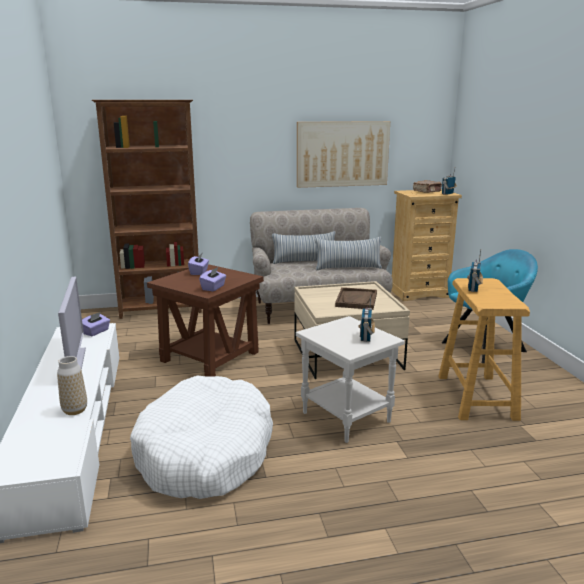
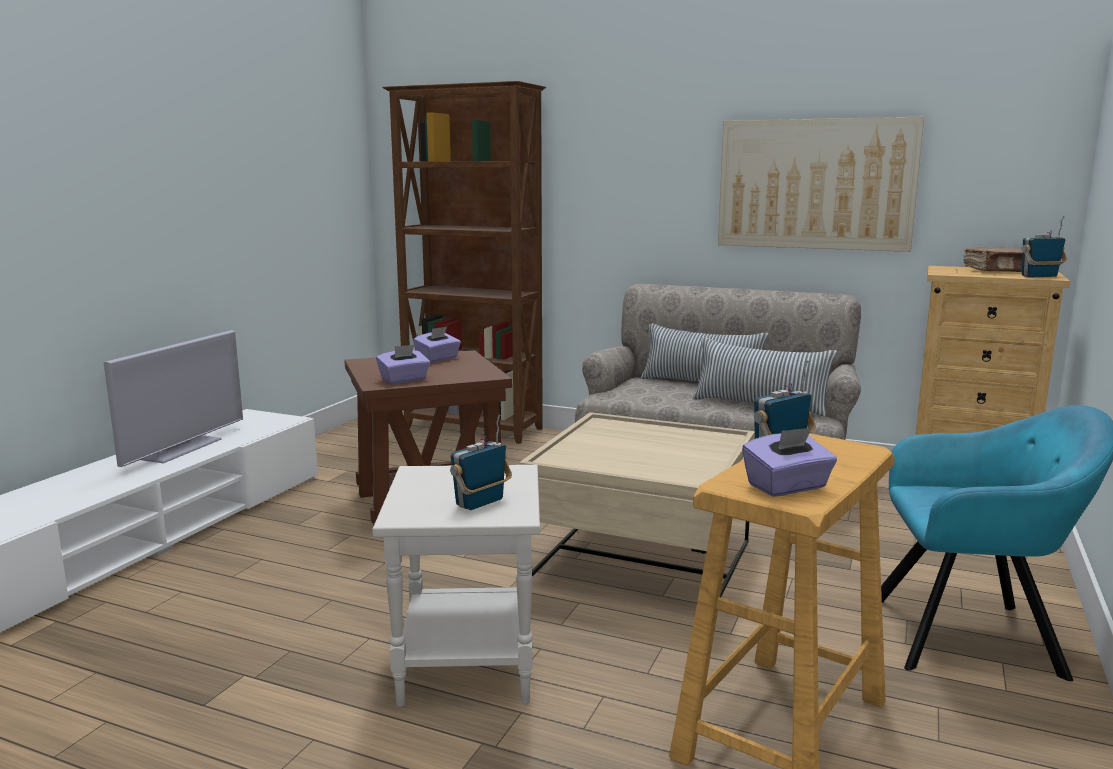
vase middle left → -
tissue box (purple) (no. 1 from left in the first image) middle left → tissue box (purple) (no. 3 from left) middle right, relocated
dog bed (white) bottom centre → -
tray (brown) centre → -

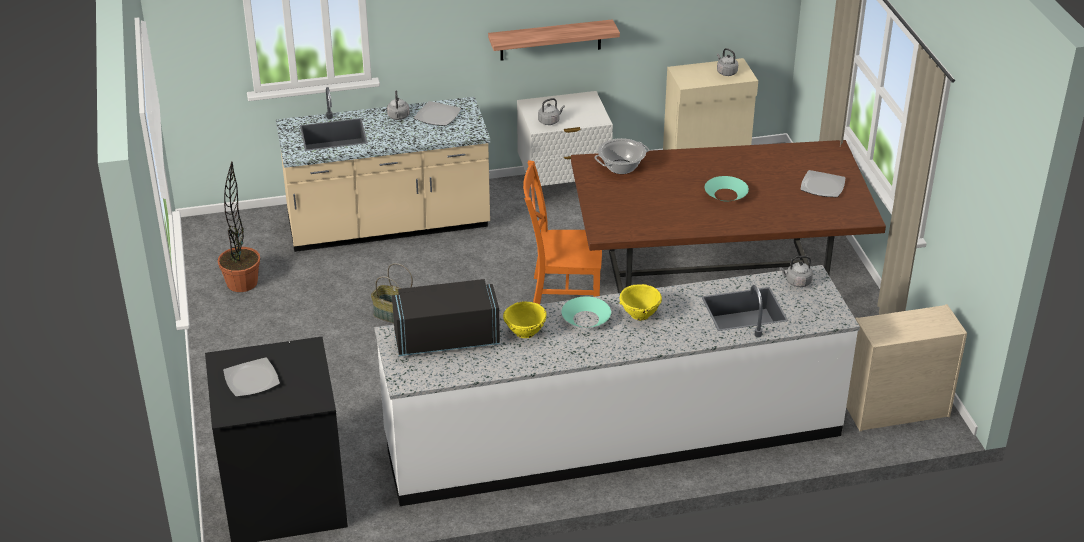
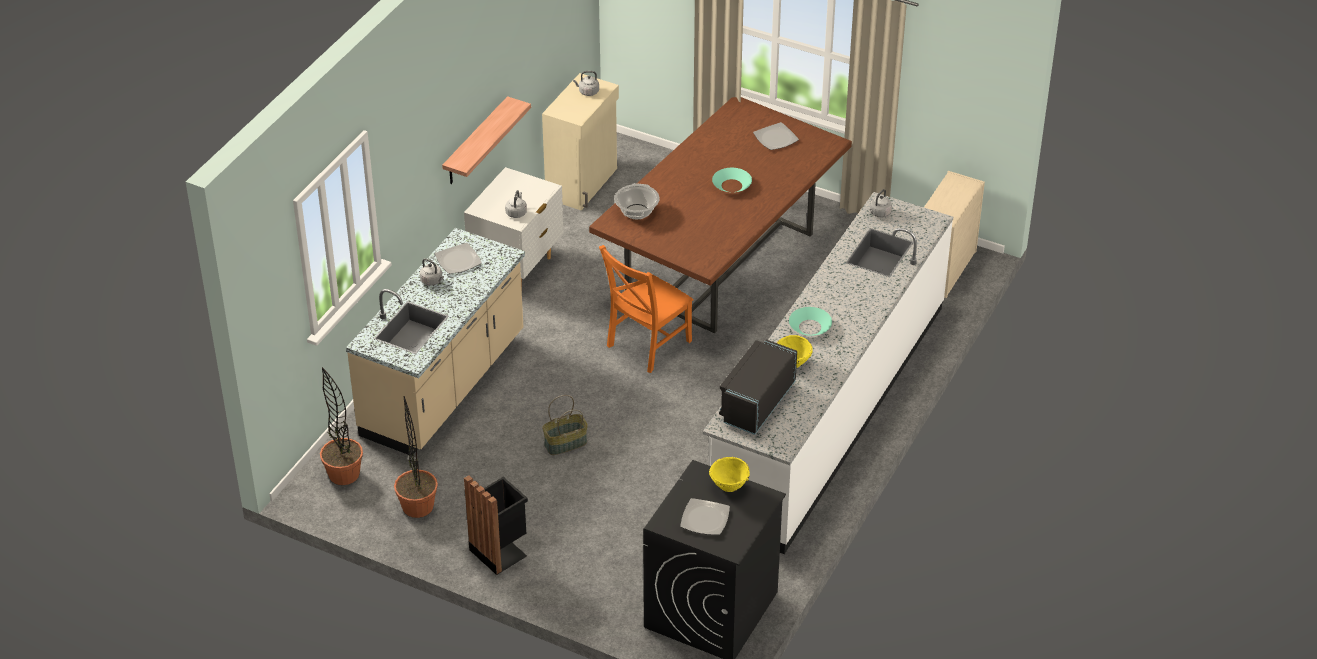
bowl (yellow) (no. 2 from left in the first image) centre → bowl (yellow) (no. 1 from left) bottom centre, relocated
- → potted plant (no. 1 from left) middle left
- → trash can (black) bottom centre

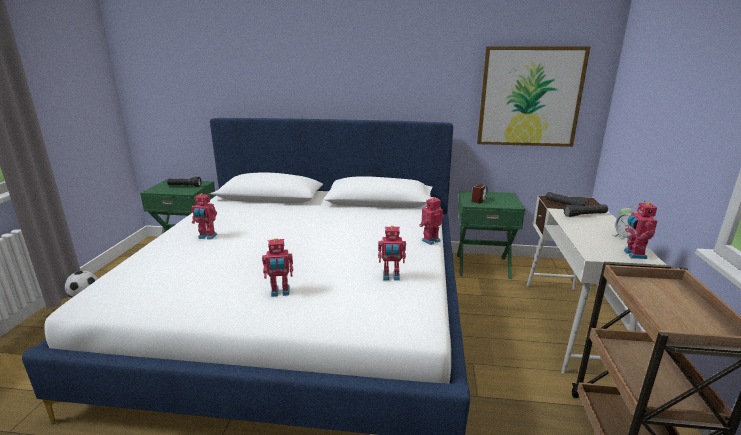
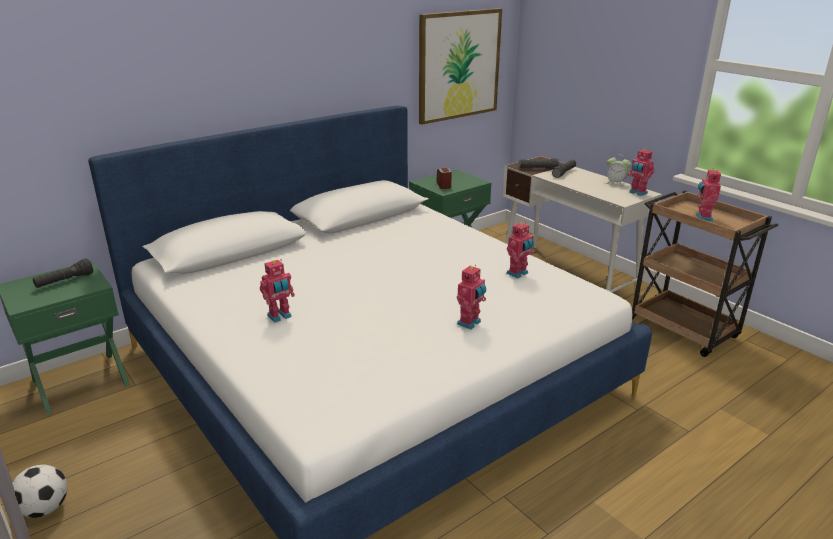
toy robot (no. 4 from left in the first image) centre → toy robot (no. 5 from left) middle right, relocated

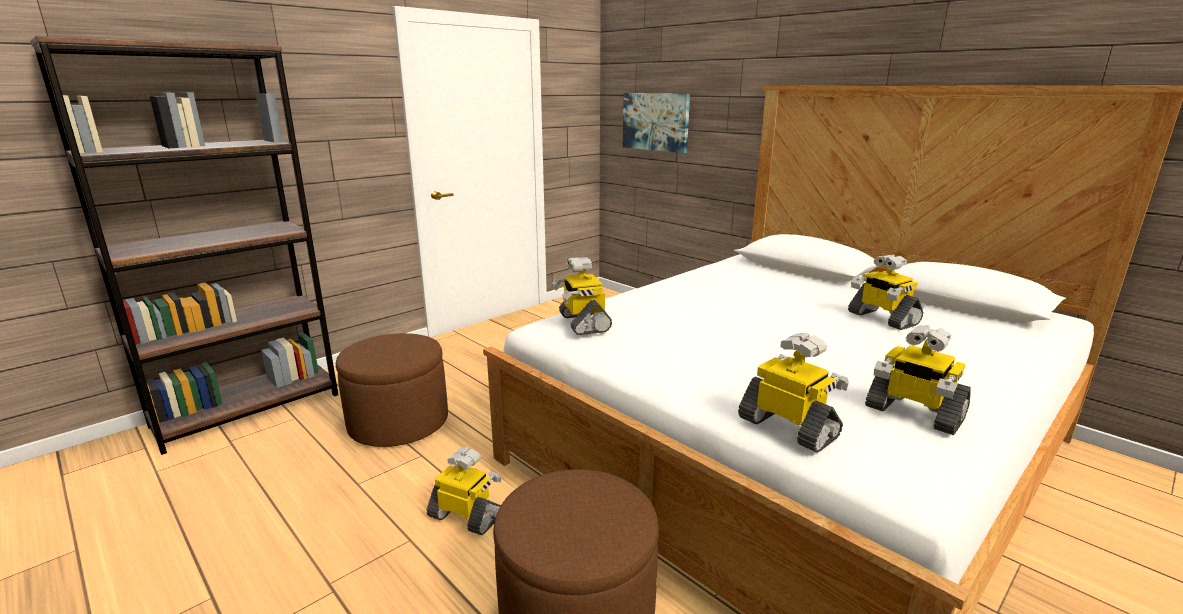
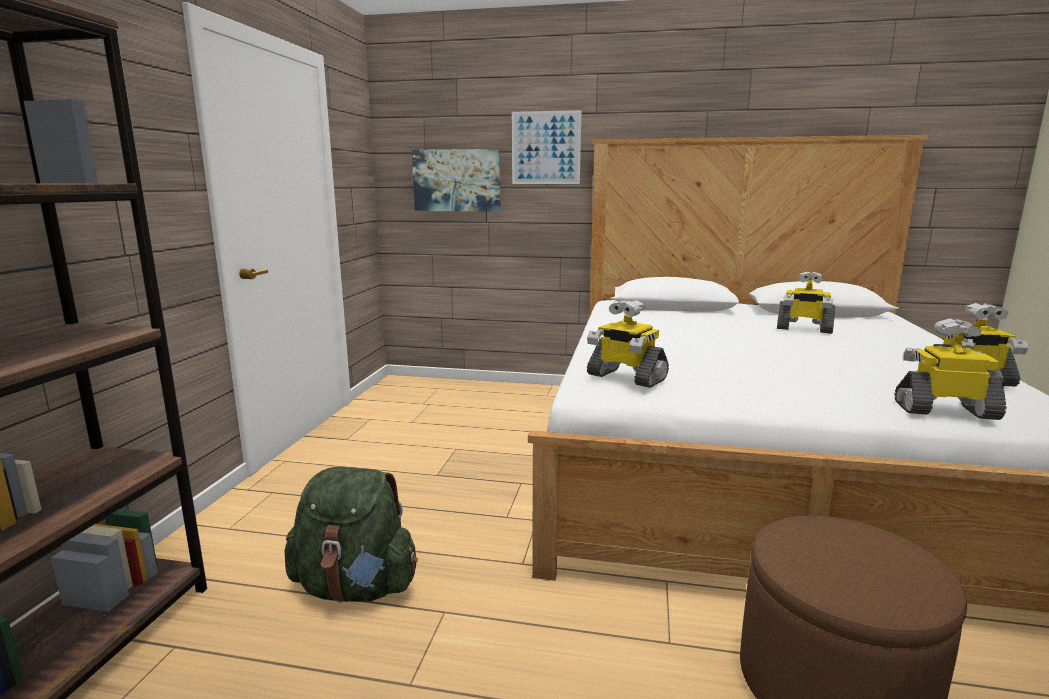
ottoman (brown) (no. 1 from left) middle left → backpack (green) bottom centre
toy robot (no. 1 from left) bottom centre → -
- → picture (no. 2 from left) top centre

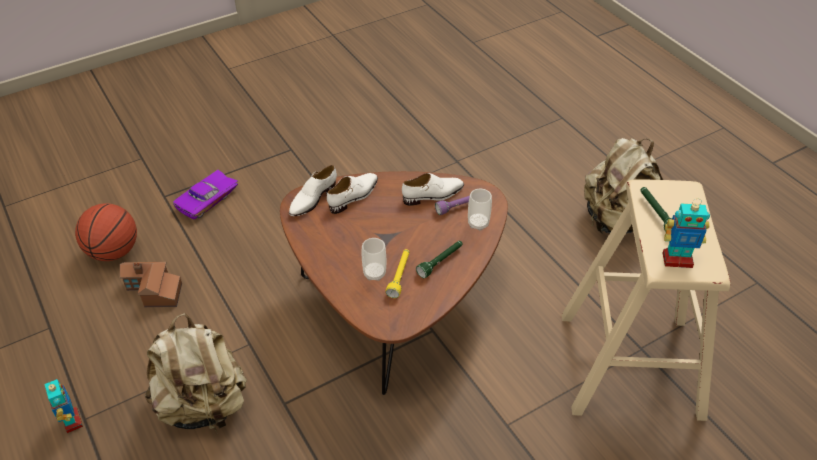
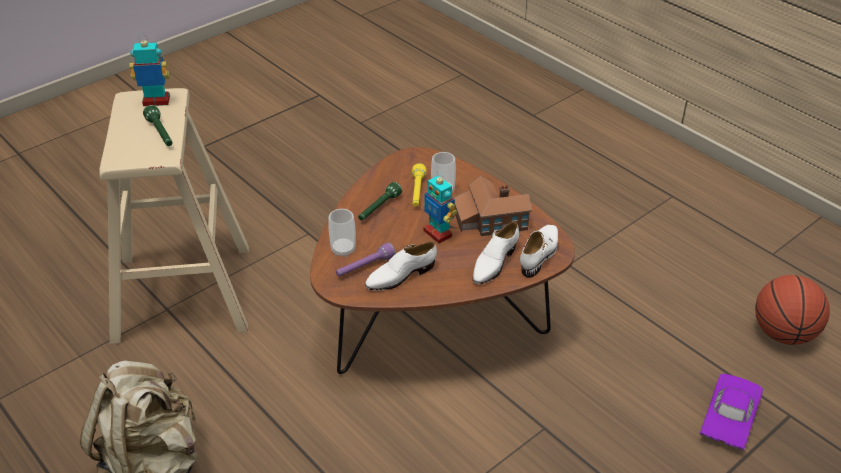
toy robot (no. 1 from left in the first image) bottom left → toy robot (no. 2 from left) centre, relocated
toy house middle left → toy house centre, relocated
backpack (beige) (no. 1 from left) bottom left → -

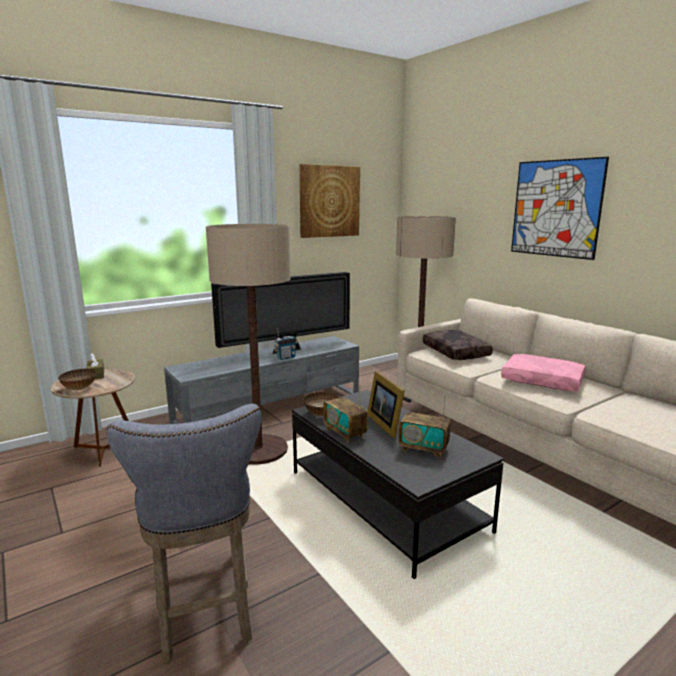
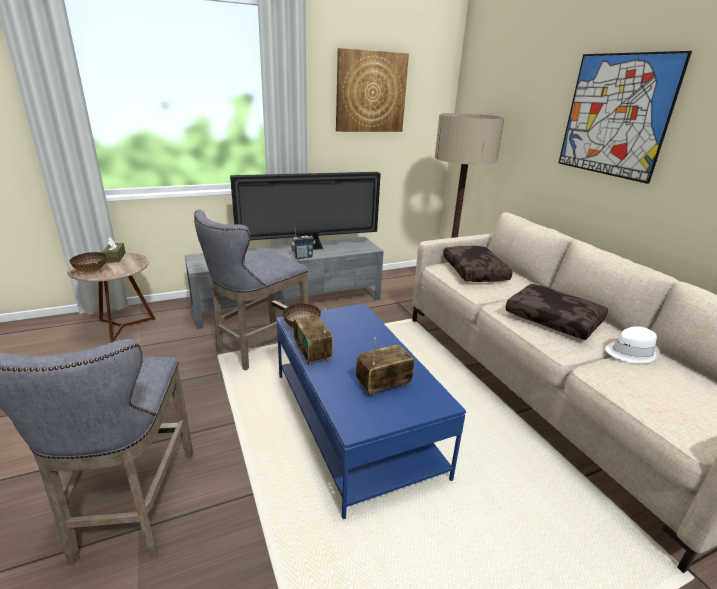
floor lamp (no. 1 from left) centre → stool (grey) (no. 2 from left) centre
coffee table (black) bottom centre → coffee table (blue) bottom centre
picture frame centre → -
radio (no. 3 from left) centre, 120 degrees clockwise
pillow (pink) middle right → pillow (brown) (no. 2 from left) middle right
- → hat (white) middle right

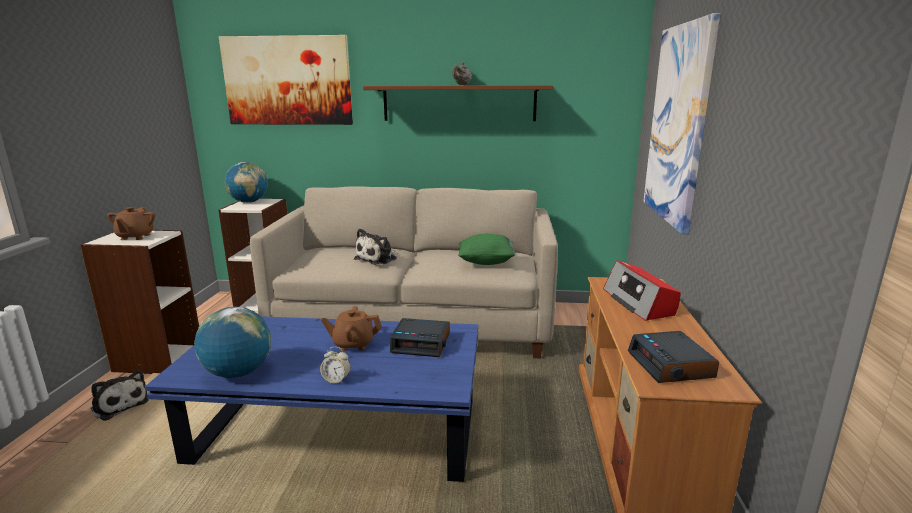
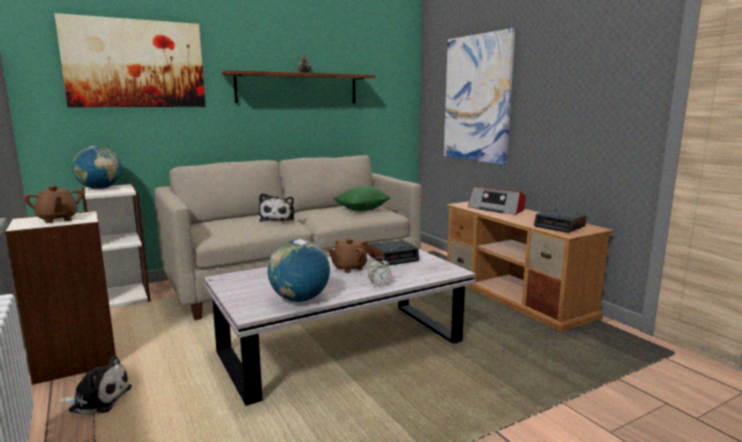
coffee table (blue) bottom centre → coffee table (white) bottom centre

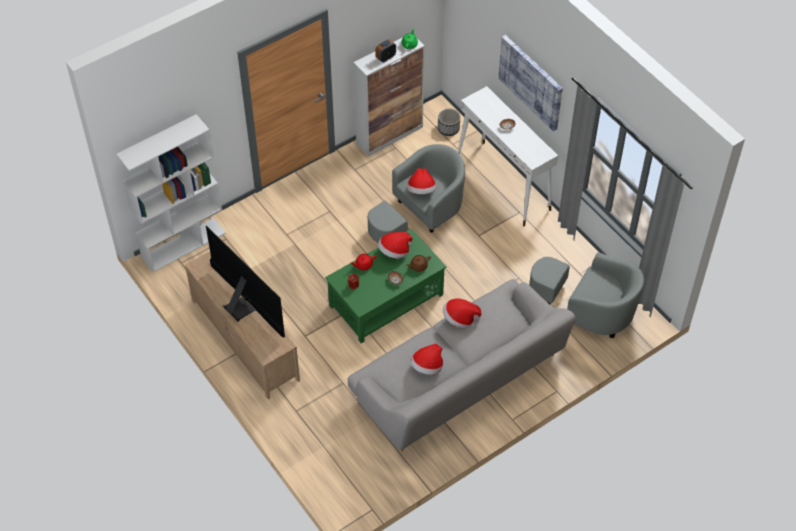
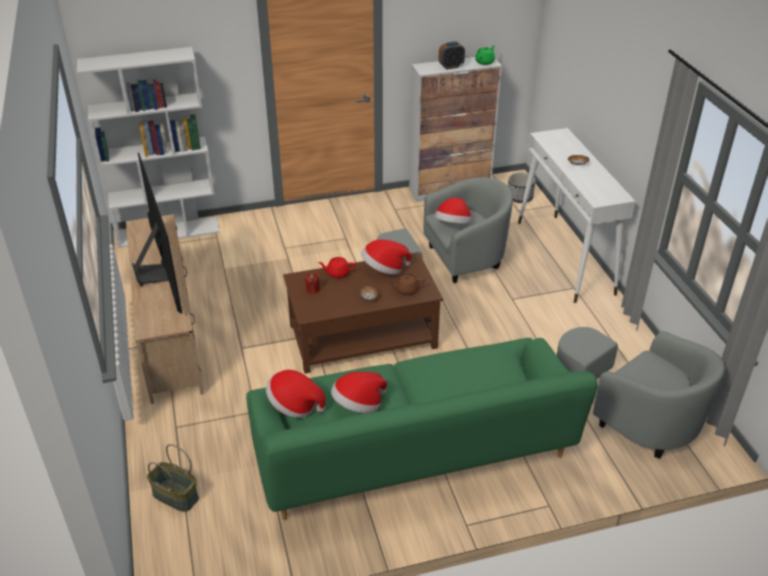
coffee table (green) centre → coffee table (brown) centre
sofa (grey) bottom centre → sofa (green) bottom centre
hat (no. 4 from left in the first image) centre → hat (no. 1 from left) bottom centre, relocated
picture top centre → -
- → basket bottom left

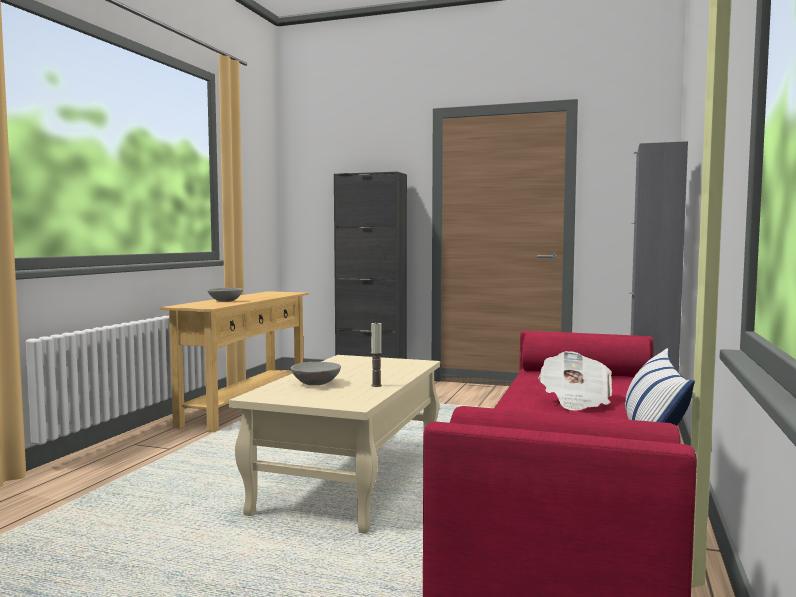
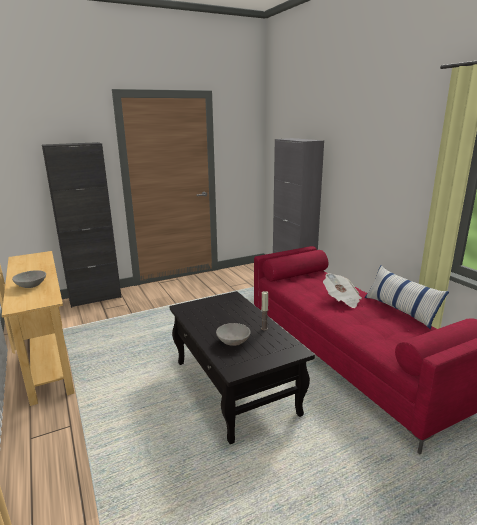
coffee table (beige) bottom centre → coffee table (black) bottom centre

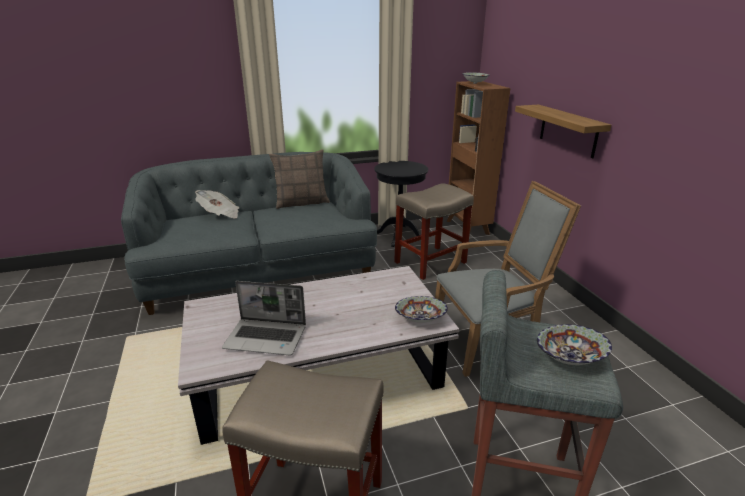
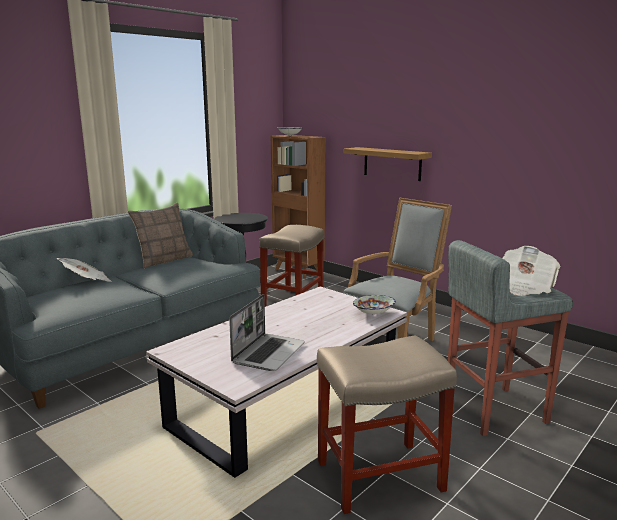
laptop centre, 45 degrees counterclockwise
bowl (no. 3 from left) bottom right → newspaper (no. 2 from left) middle right

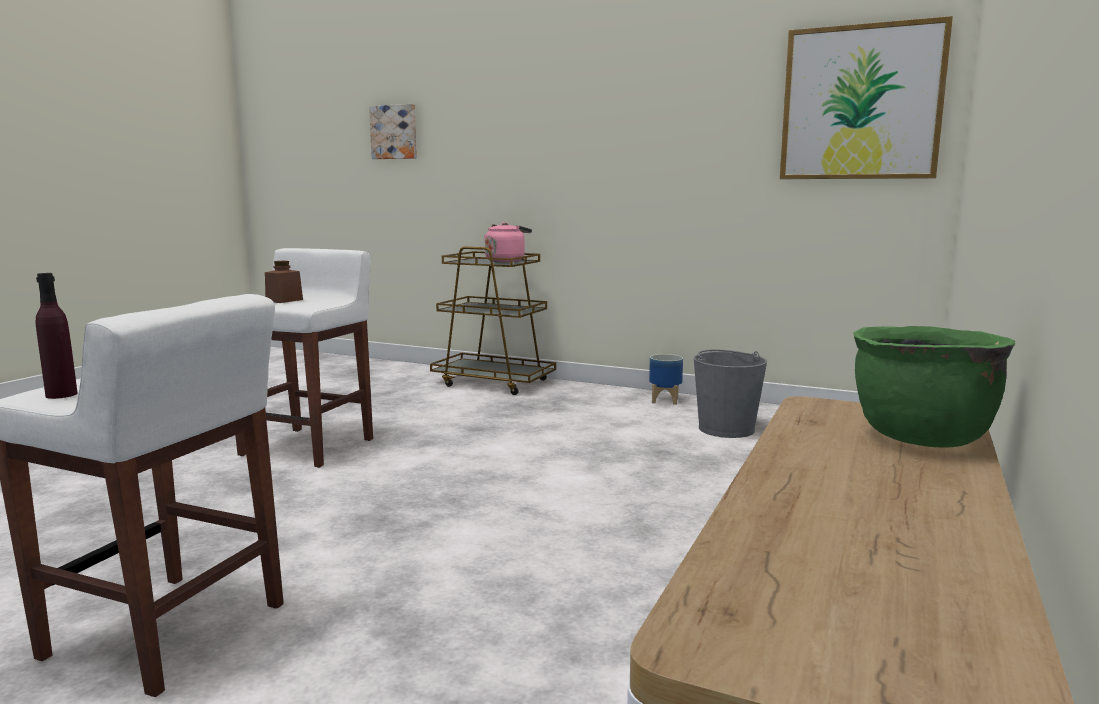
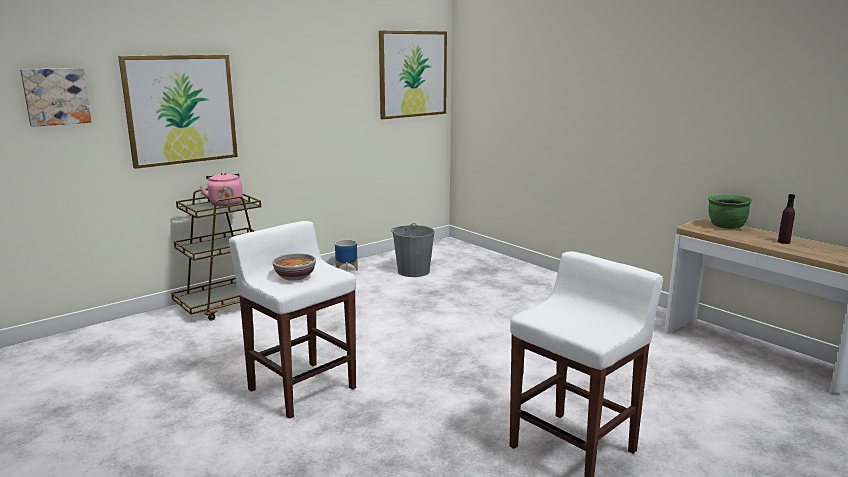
bottle (purple) middle left → bottle (purple) middle right, relocated
jar (brown) middle left → bowl centre
- → picture (no. 2 from left) top left

